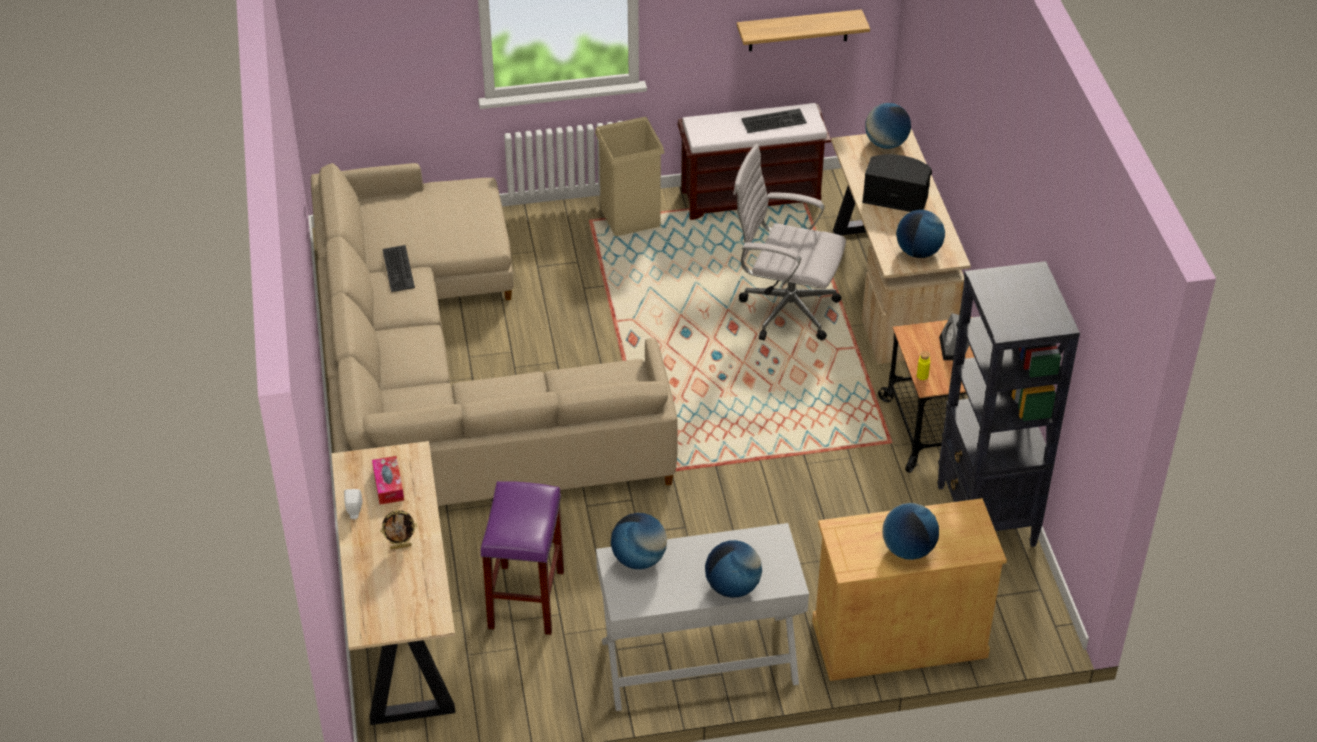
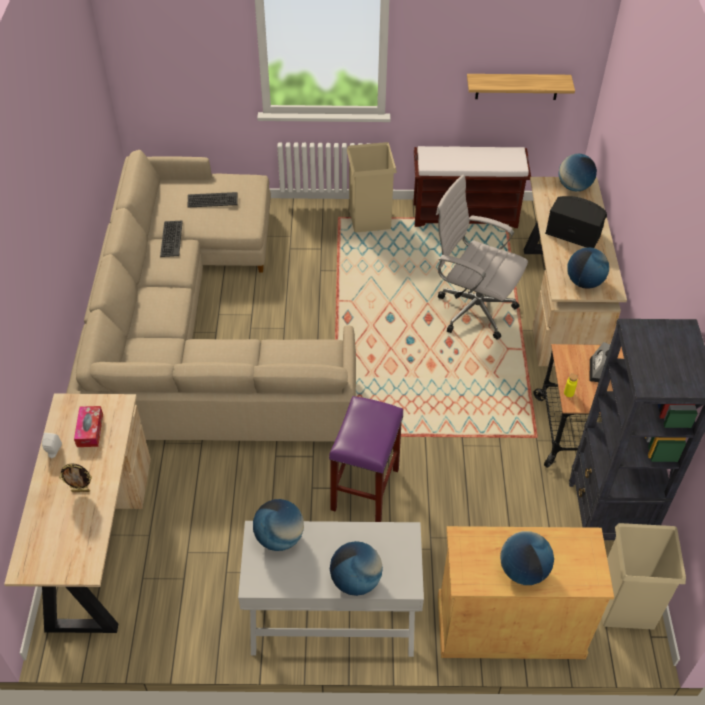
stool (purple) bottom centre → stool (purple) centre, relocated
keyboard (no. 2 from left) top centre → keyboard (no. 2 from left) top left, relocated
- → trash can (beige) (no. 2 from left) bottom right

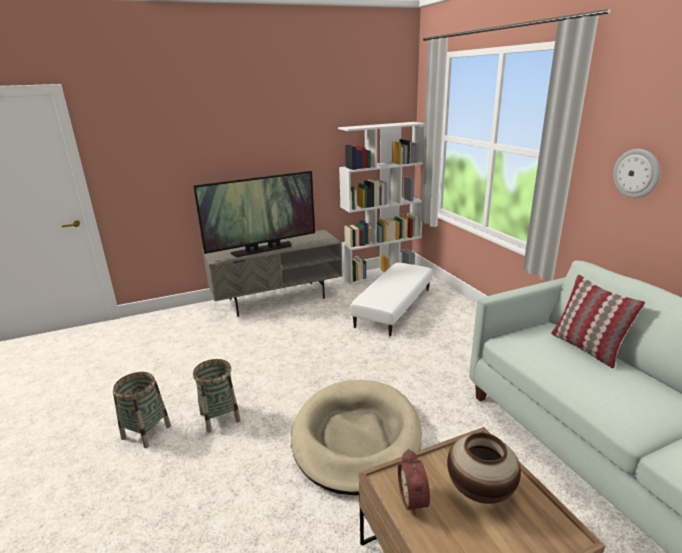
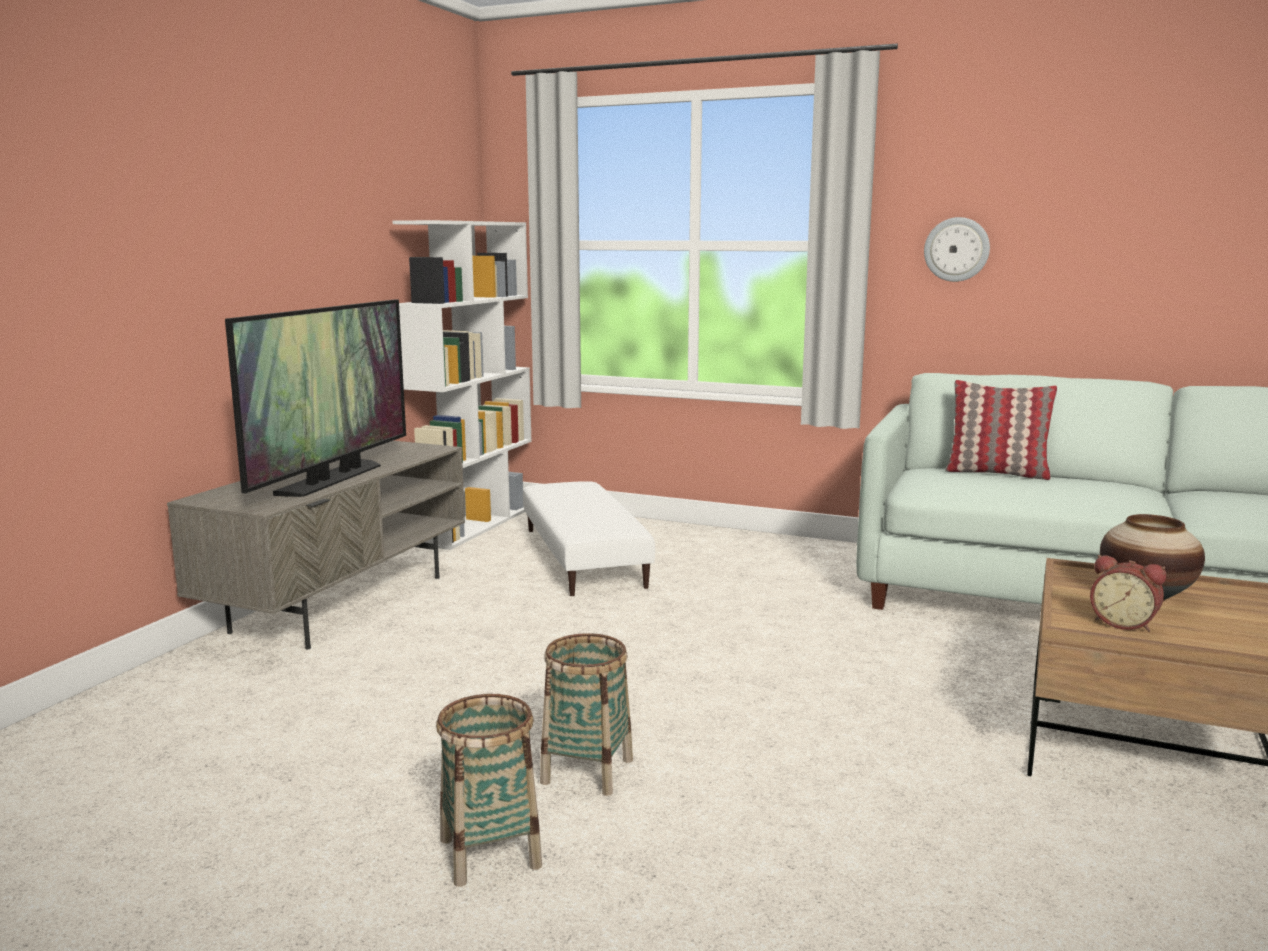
dog bed (beige) bottom centre → -

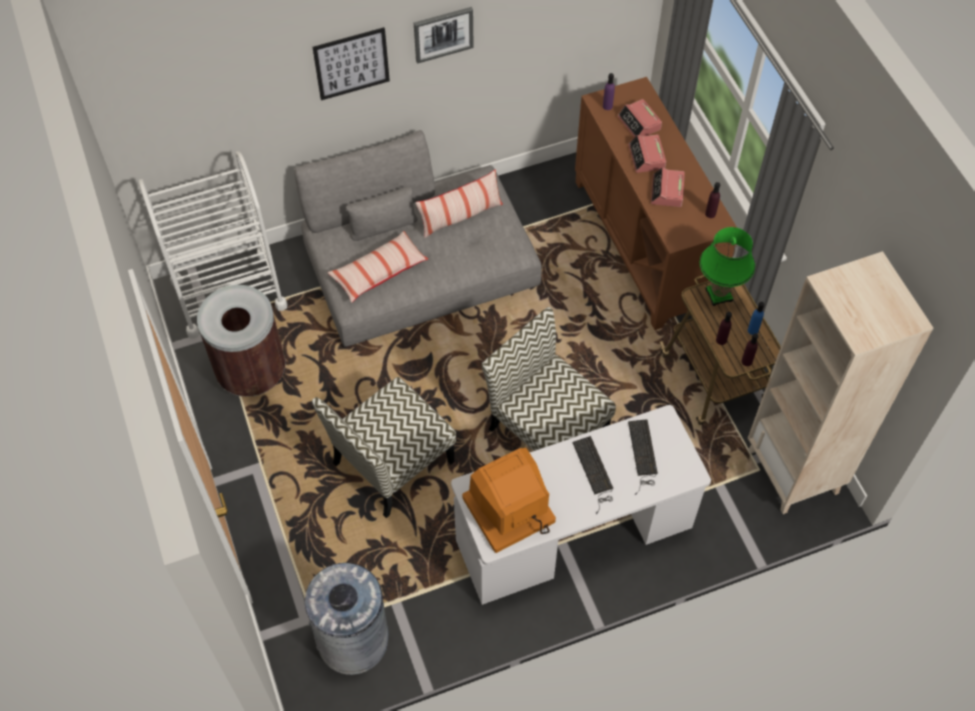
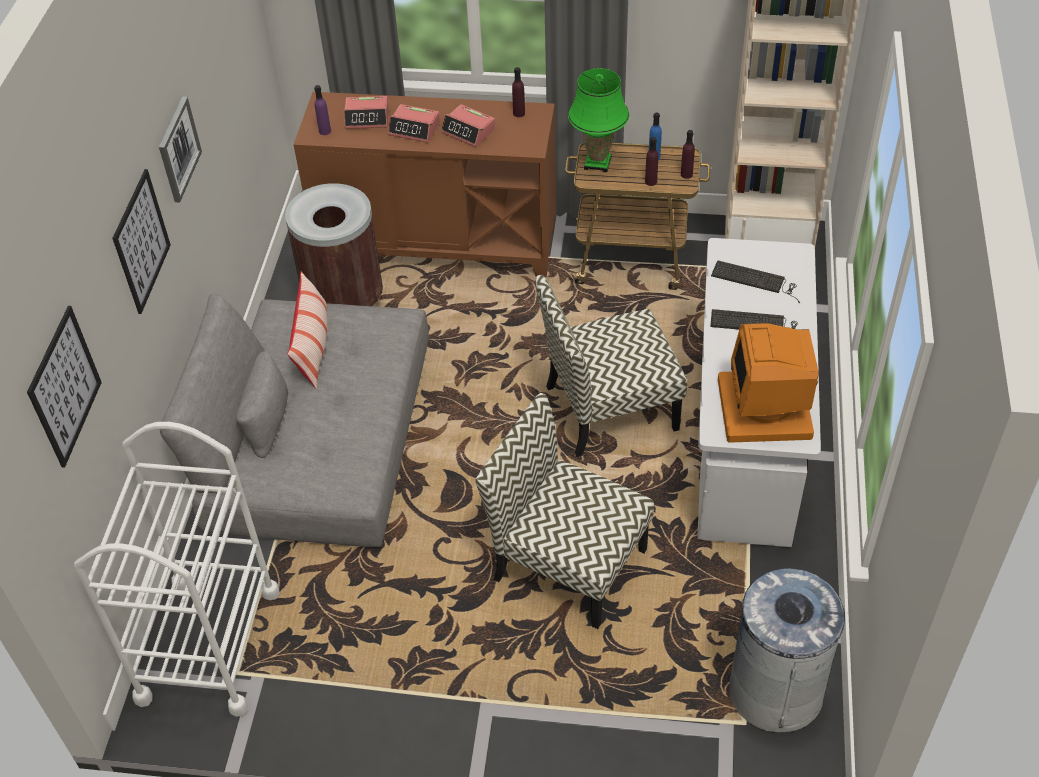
trash can (brown) middle left → trash can (brown) top left, relocated
chair (no. 1 from left) centre, 135 degrees clockwise
pillow (no. 1 from left) centre → -
- → picture (no. 1 from left) middle left

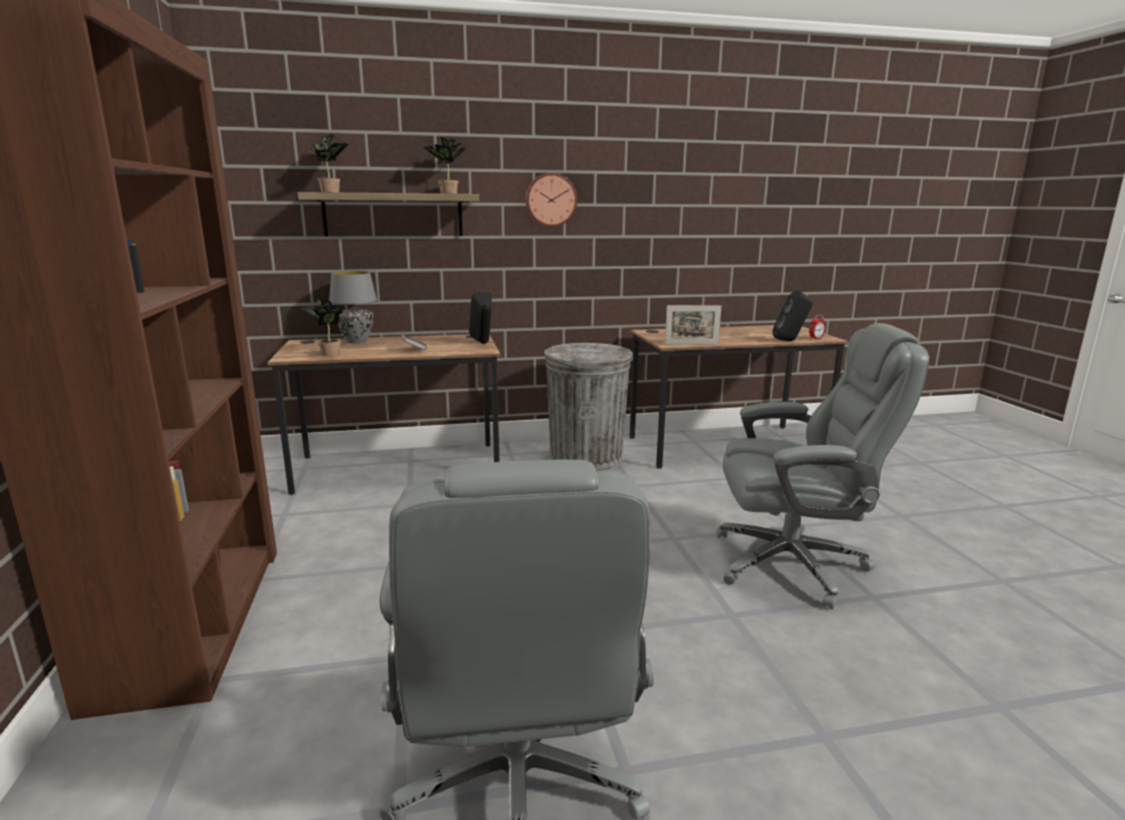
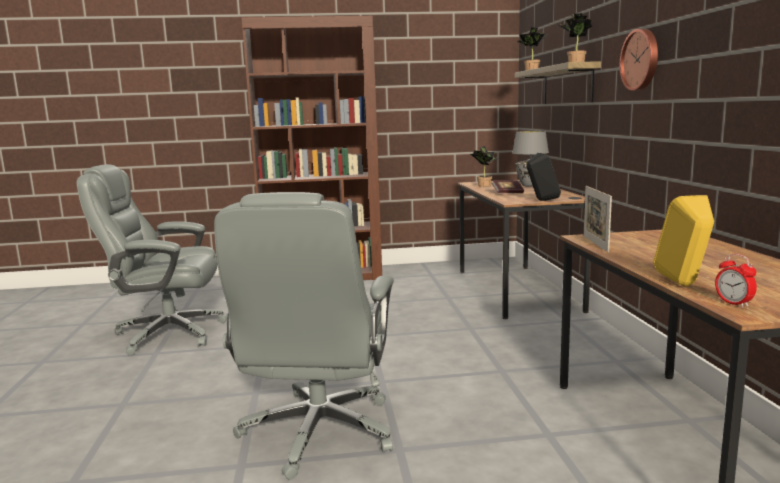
trash can (grey) centre → -
speaker (black) (no. 2 from left) middle right → speaker (yellow) middle right

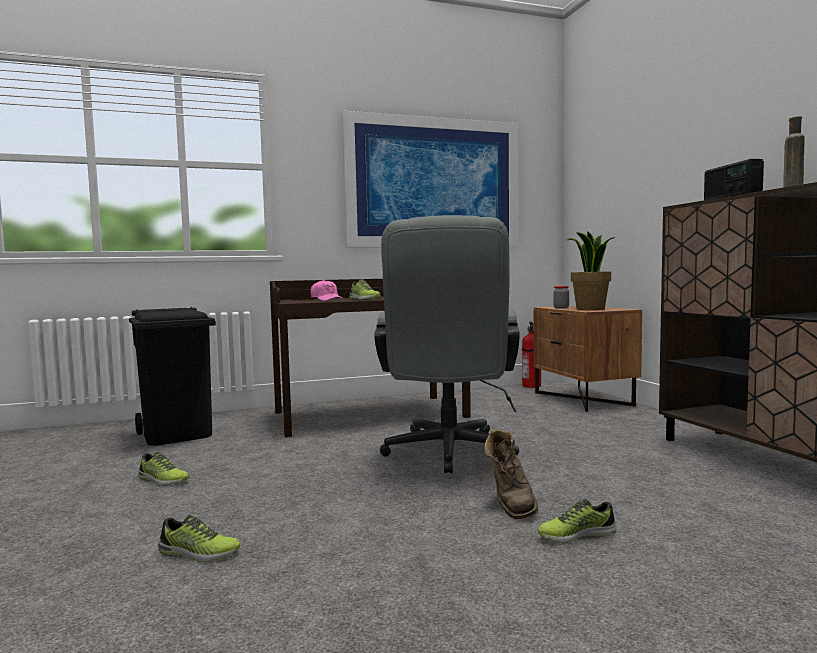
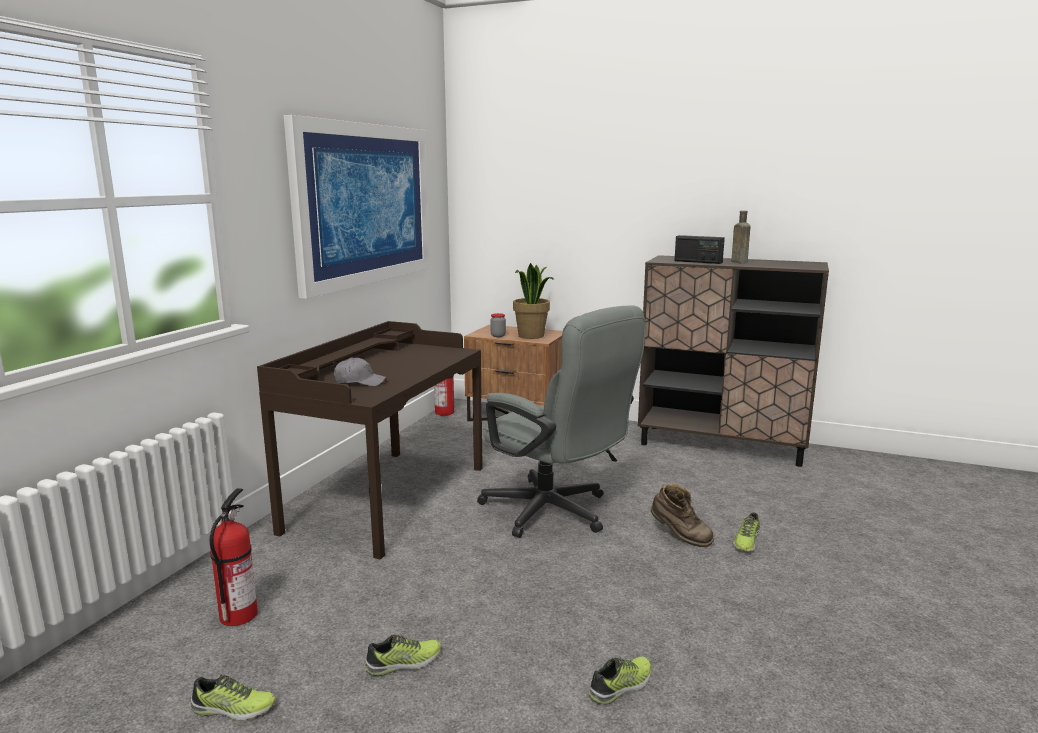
trash can (black) middle left → fire extinguisher (no. 1 from left) bottom left
cap (pink) centre → cap (grey) centre
shoe (no. 3 from left in the first image) centre → shoe (no. 1 from left) bottom left, relocated

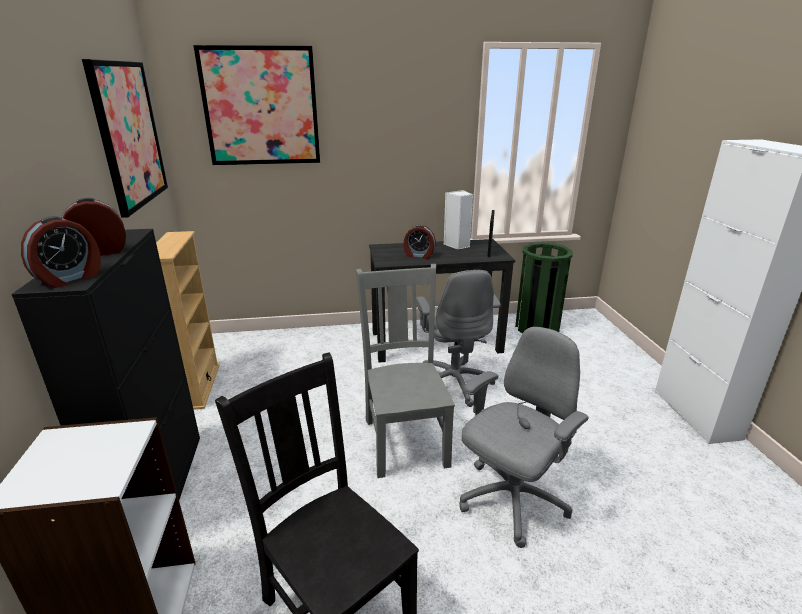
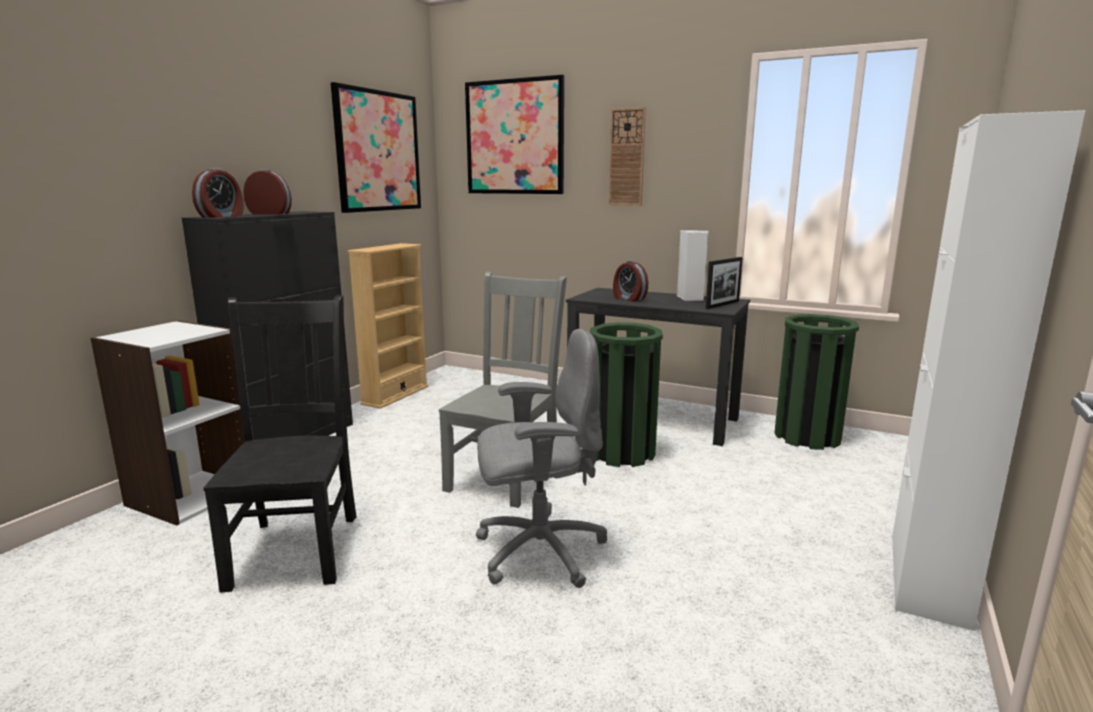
alarm clock (no. 1 from left) middle left → alarm clock (no. 1 from left) top left, 45 degrees counterclockwise
office chair (grey) (no. 1 from left) centre → trash can (green) (no. 1 from left) centre
- → wall clock top centre

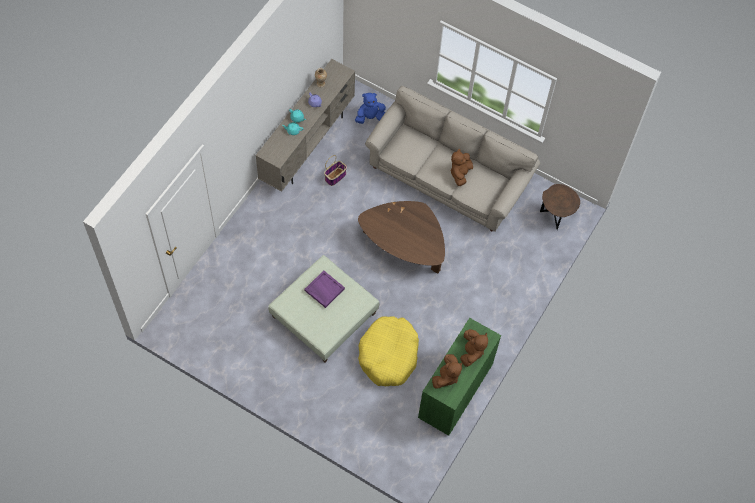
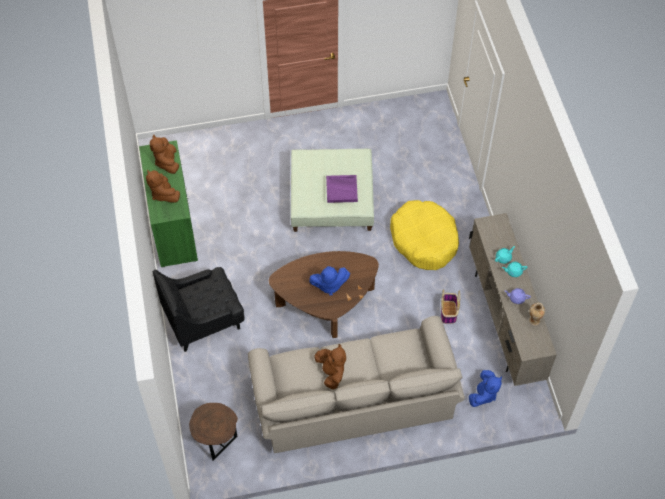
dog bed (yellow) bottom centre → dog bed (yellow) centre, relocated
- → armchair (black) middle left
- → plush toy (blue) (no. 1 from left) centre

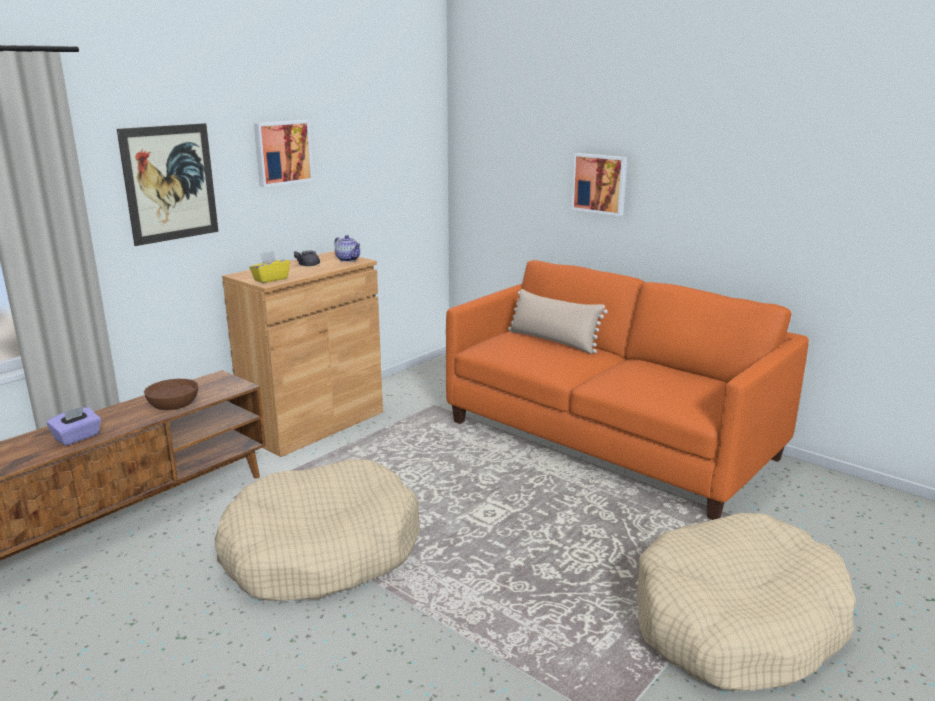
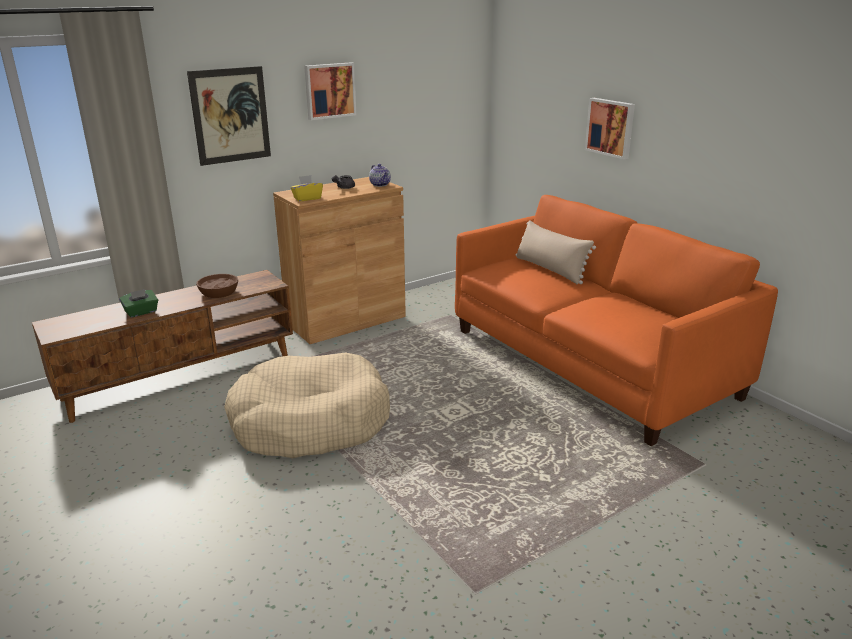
tissue box (purple) middle left → tissue box (green) middle left
dog bed (beige) (no. 2 from left) bottom right → -

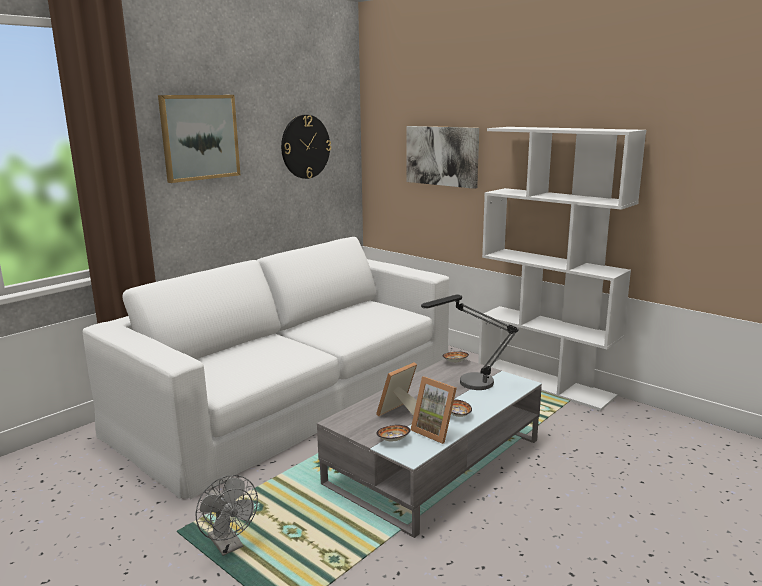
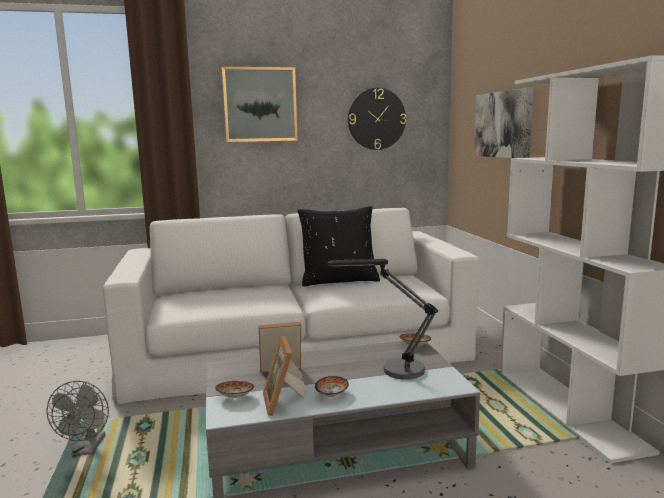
- → pillow (black) centre

